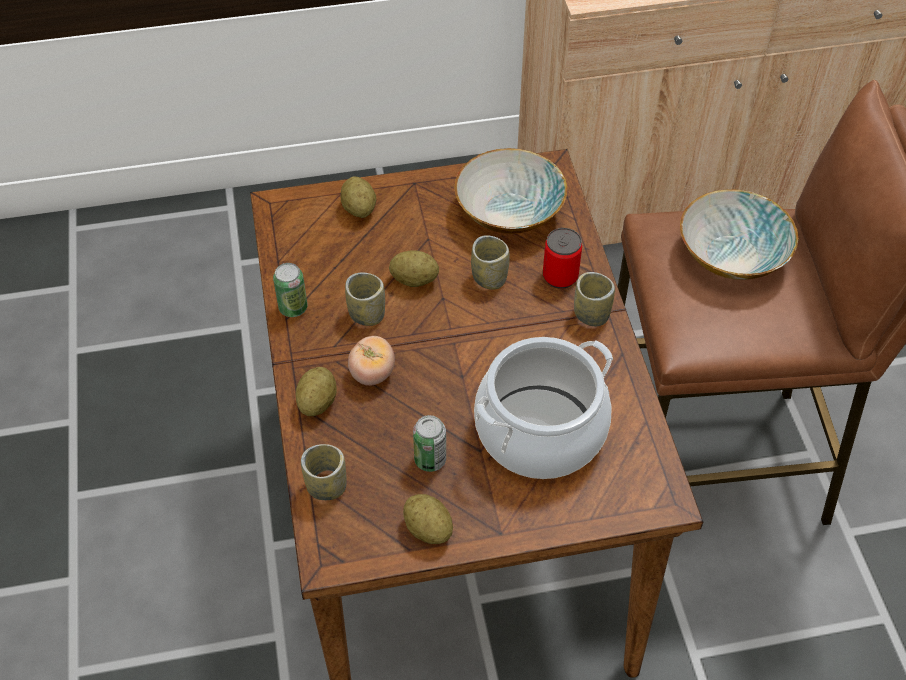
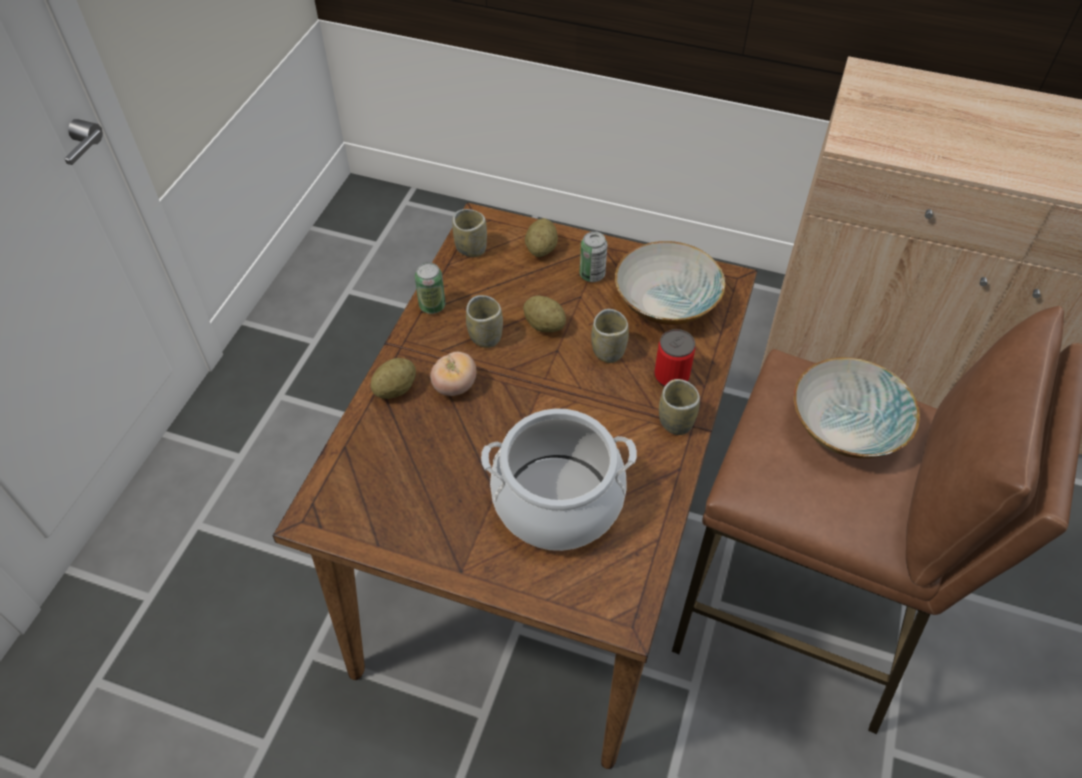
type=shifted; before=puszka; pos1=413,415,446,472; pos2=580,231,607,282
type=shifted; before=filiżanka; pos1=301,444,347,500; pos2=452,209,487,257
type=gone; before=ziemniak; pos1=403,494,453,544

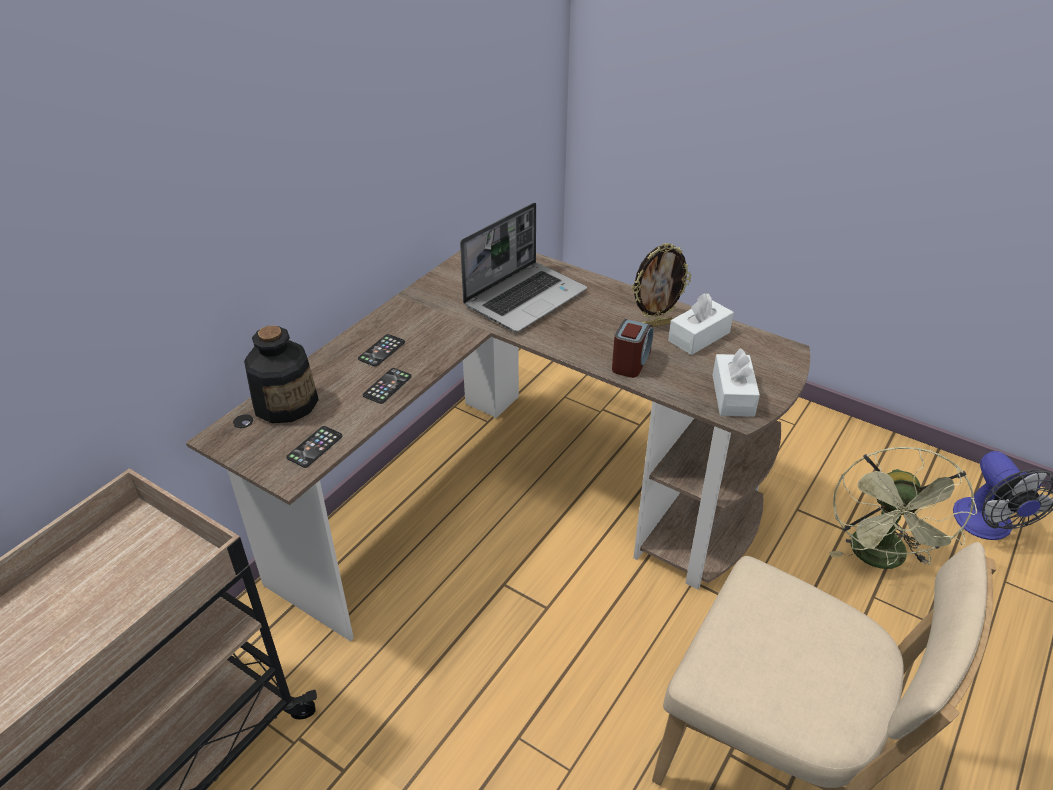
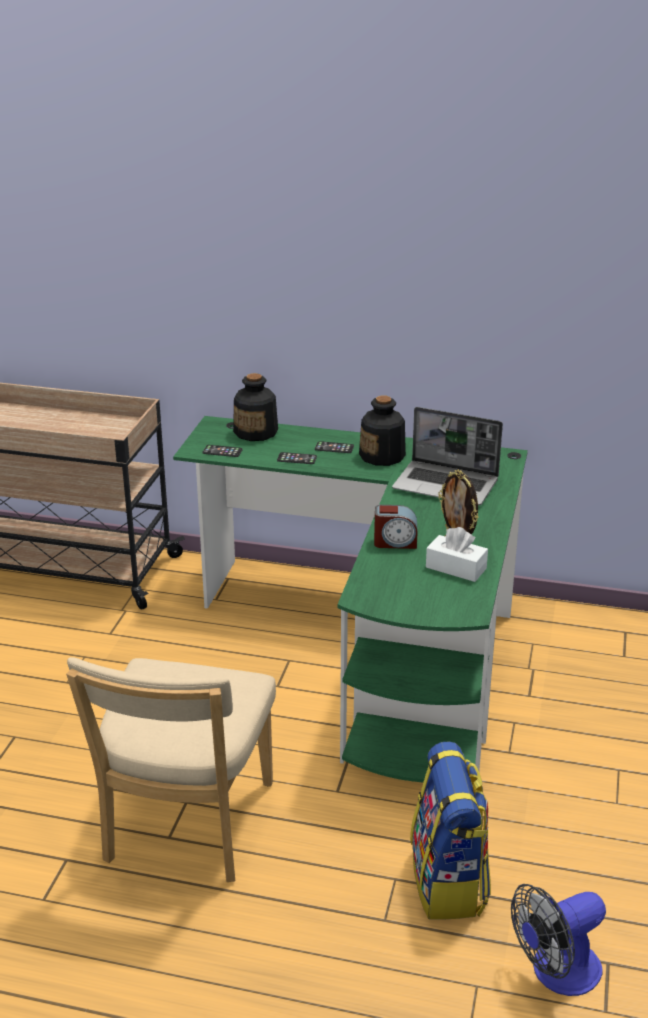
type=repainted; before=biurko [brązowy]; after=biurko [zielony]; pos1=186,251,810,642; pos2=173,416,528,782
type=gone; before=pudełko chusteczek [biały]; pos1=712,348,760,417
type=swapped; before=wentylator [zielony]; after=plecak; pos1=829,447,977,569; pos2=410,741,491,920
type=new; after=butelka; pos2=359,396,406,466

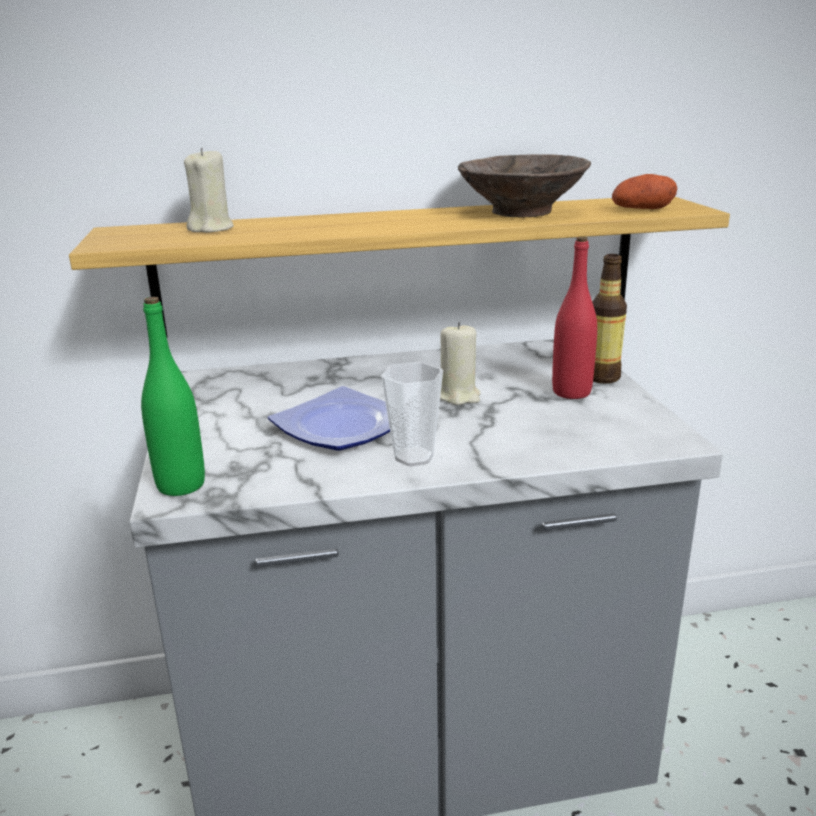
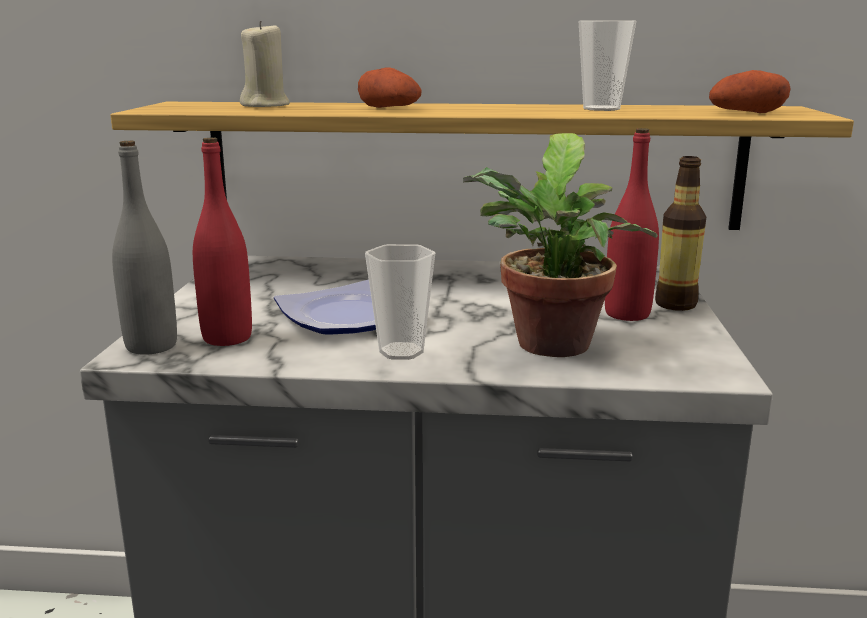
type=swapped; before=miska [brązowy]; after=filiżanka; pos1=458,154,591,218; pos2=579,20,636,111
type=repainted; before=butelka [zielony]; after=butelka [szary]; pos1=141,297,205,496; pos2=112,141,177,355
type=gone; before=świeca [beżowy]; pos1=440,322,481,405
type=new; after=ziemniak; pos2=358,67,422,108
type=new; after=roślina doniczkowa; pos2=463,133,658,357
type=new; after=butelka [czerwony]; pos2=193,137,252,346

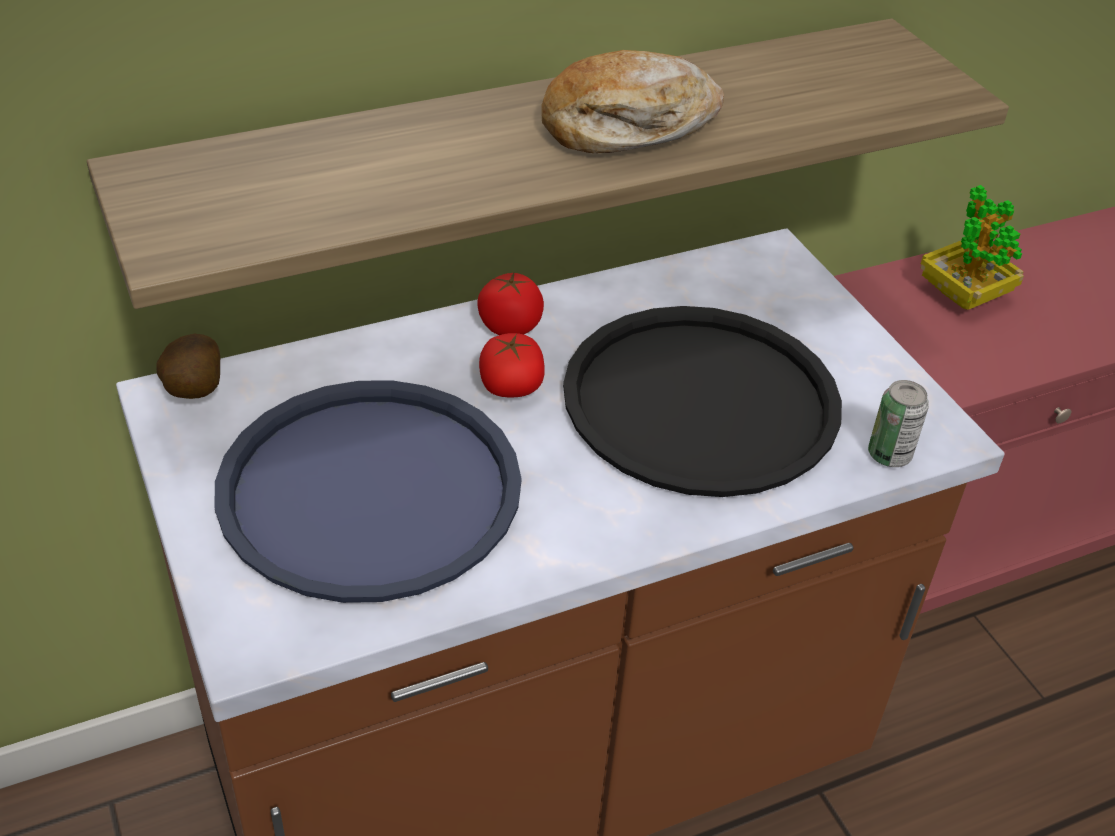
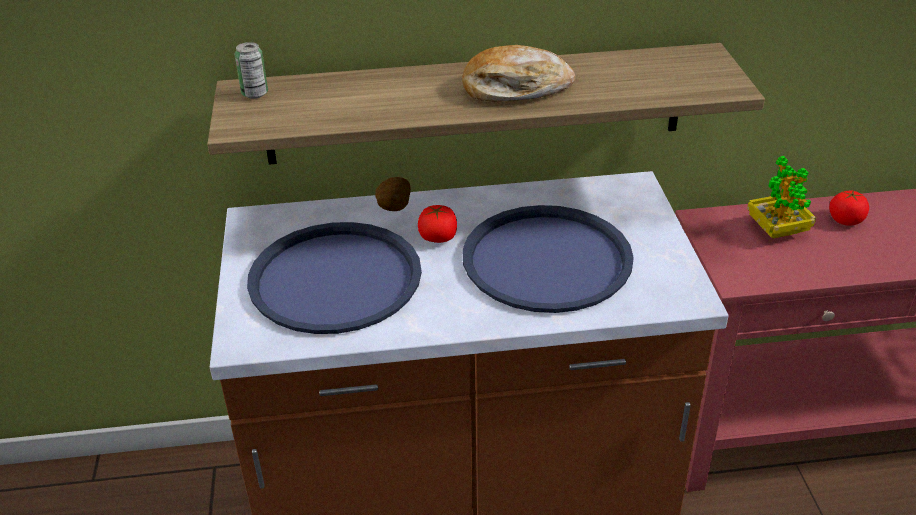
type=shifted; before=pomidor; pos1=477,273,544,335; pos2=829,190,869,226
type=repainted; before=taca [czarny]; after=taca [niebieski]; pos1=563,306,842,497; pos2=463,205,634,313
type=shifted; before=ziemniak; pos1=156,334,220,399; pos2=375,177,411,211
type=shifted; before=puszka; pos1=868,380,929,467; pos2=235,42,268,99

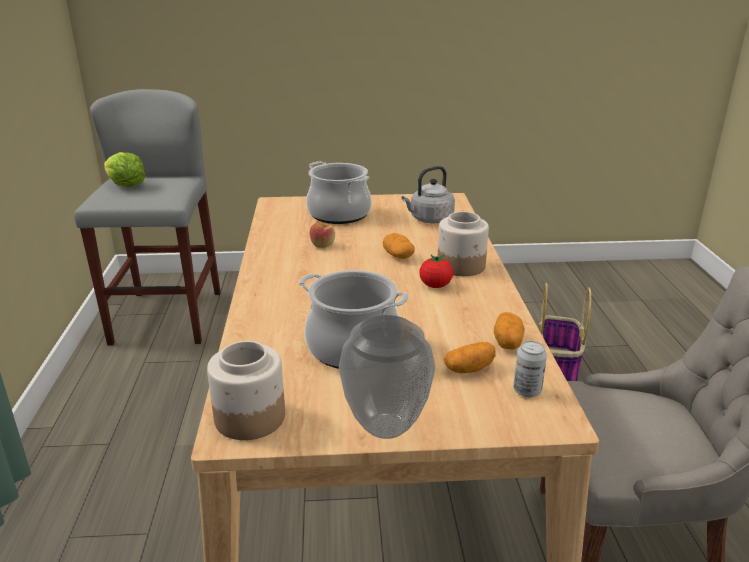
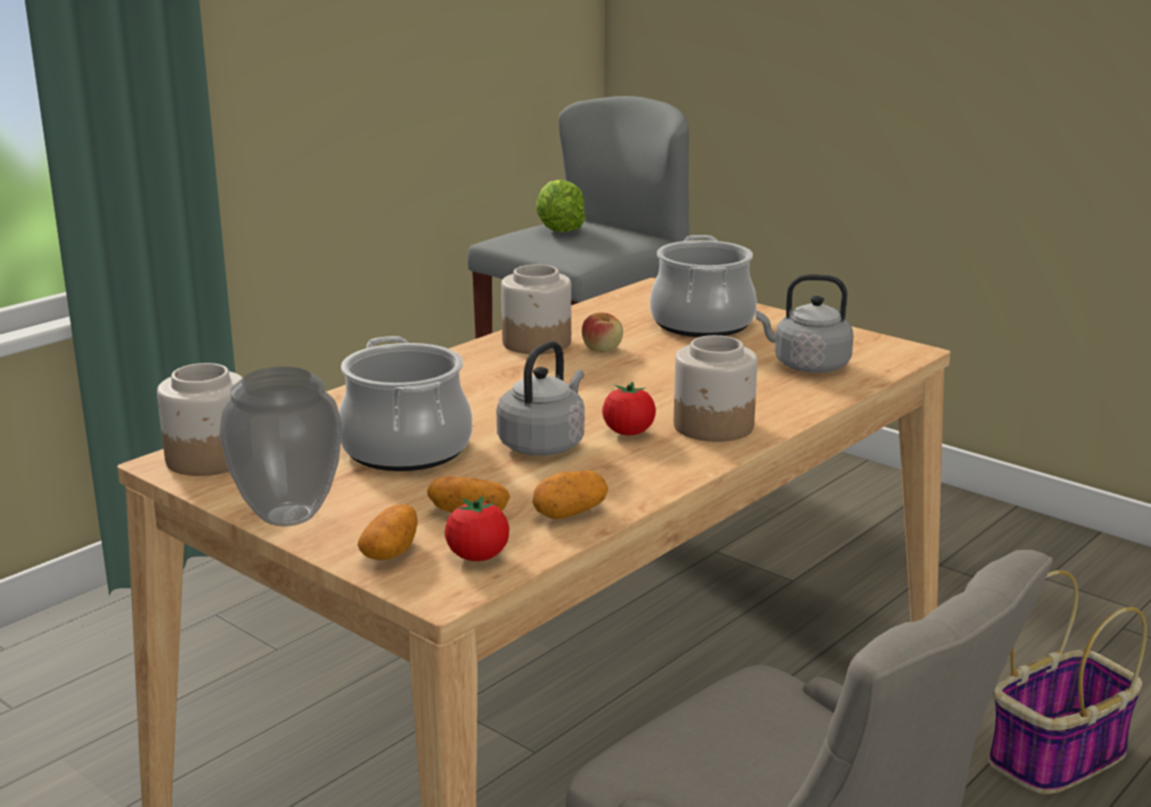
type=shifted; before=ziemniak; pos1=383,233,415,259; pos2=357,504,418,560
type=swapped; before=puszka; after=pomidor; pos1=513,341,547,397; pos2=445,496,509,561
type=new; after=słoik; pos2=501,264,571,354
type=new; after=czajnik [szary]; pos2=497,341,584,456

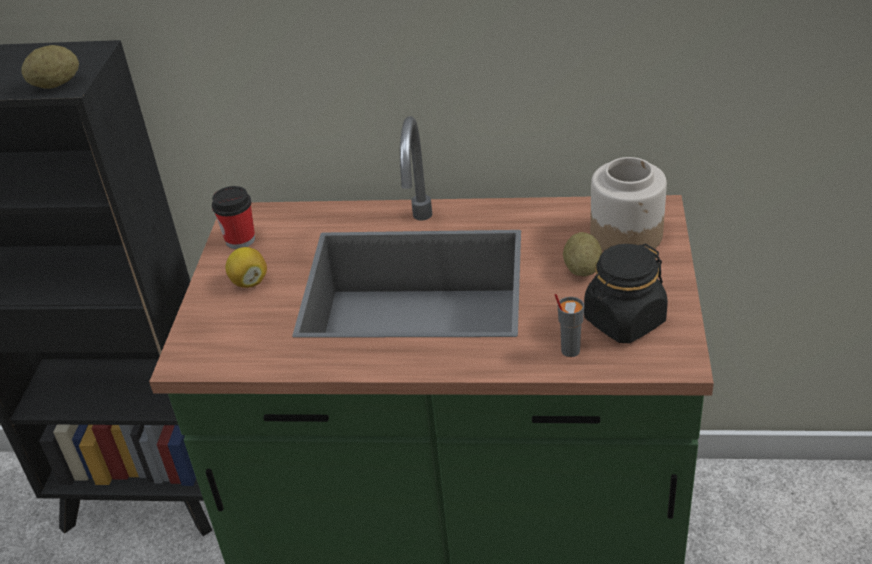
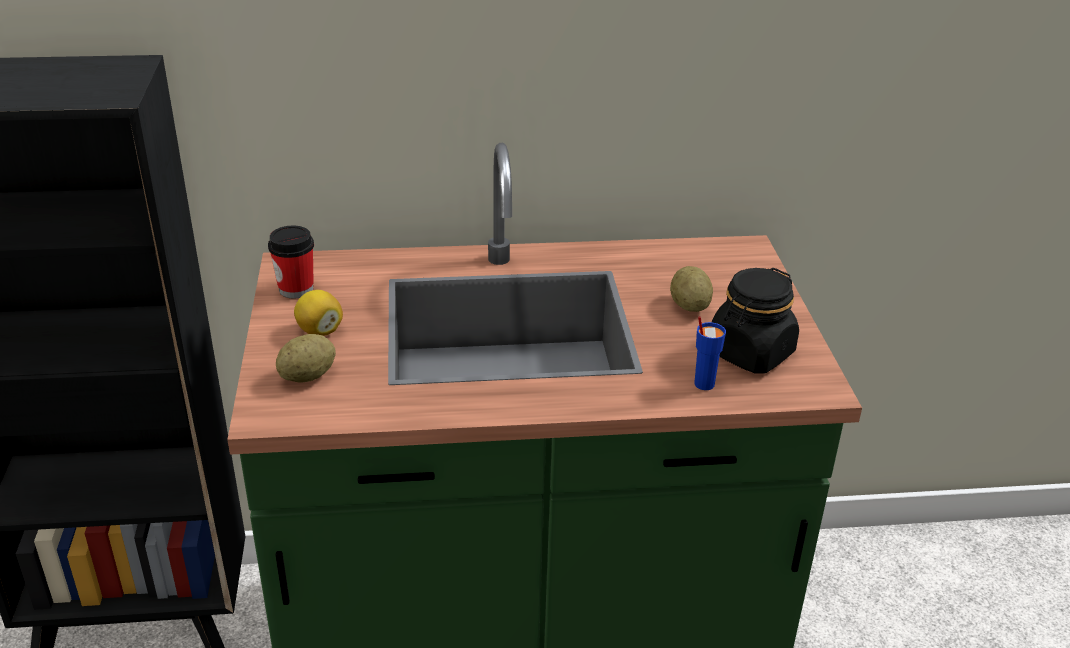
type=shifted; before=ziemniak; pos1=21,45,79,89; pos2=276,334,336,383
type=gone; before=słoik; pos1=590,157,667,251
type=repainted; before=filiżanka [szary]; after=filiżanka [niebieski]; pos1=554,294,584,357; pos2=694,316,726,390

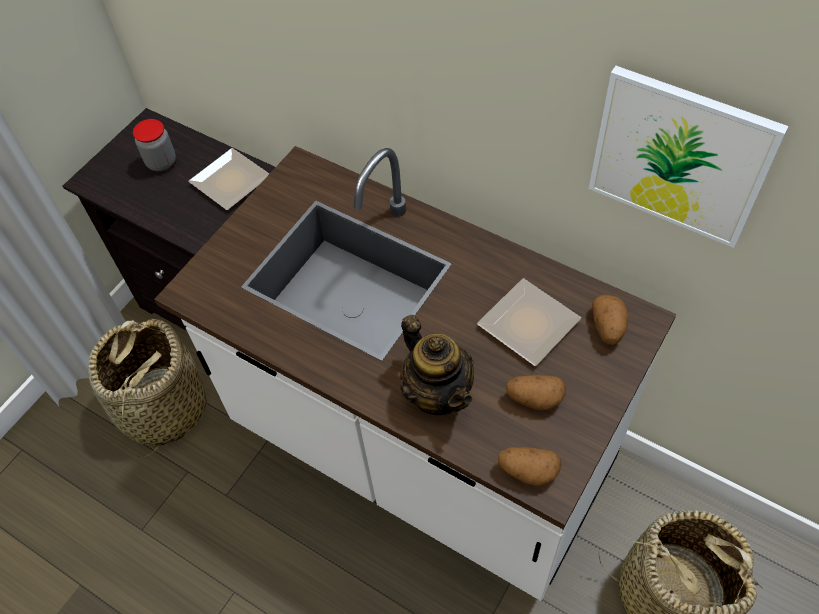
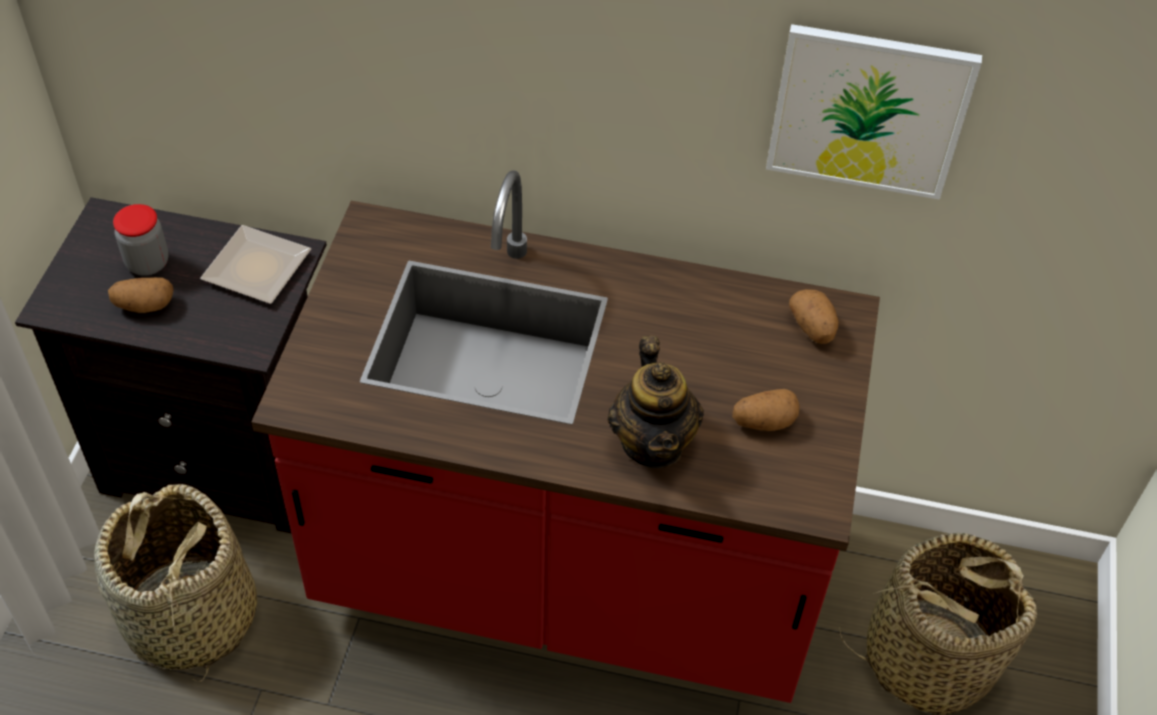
type=repainted; before=zabudowa kuchenna [biały]; after=zabudowa kuchenna [czerwony]; pos1=154,146,676,601; pos2=251,170,880,703
type=gone; before=talerz; pos1=477,278,581,366
type=rotated; before=imbryk; pos1=400,315,474,415; pos2=607,335,704,468; turn=45
type=shifted; before=ziemniak; pos1=498,447,561,486; pos2=108,277,173,313

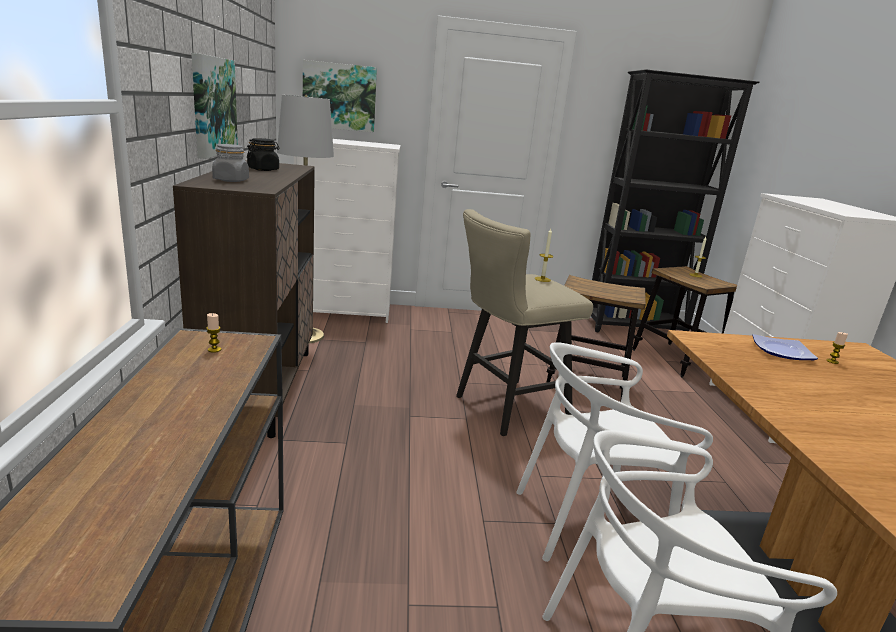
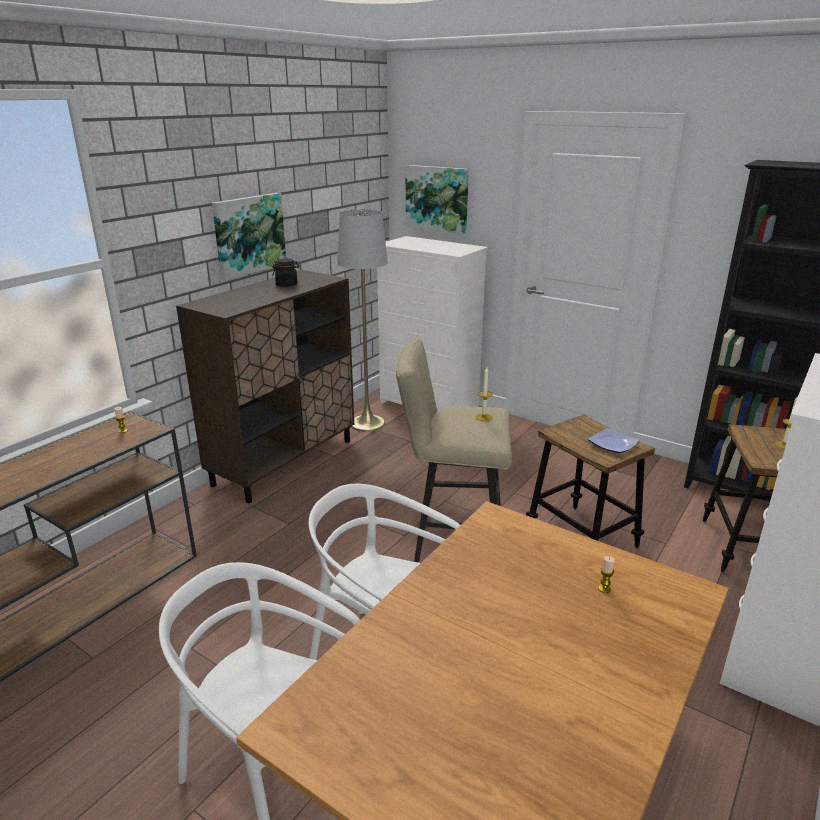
type=gone; before=słoik [szary]; pos1=212,144,249,182
type=shifted; before=talerz; pos1=752,334,818,360; pos2=588,428,640,453

